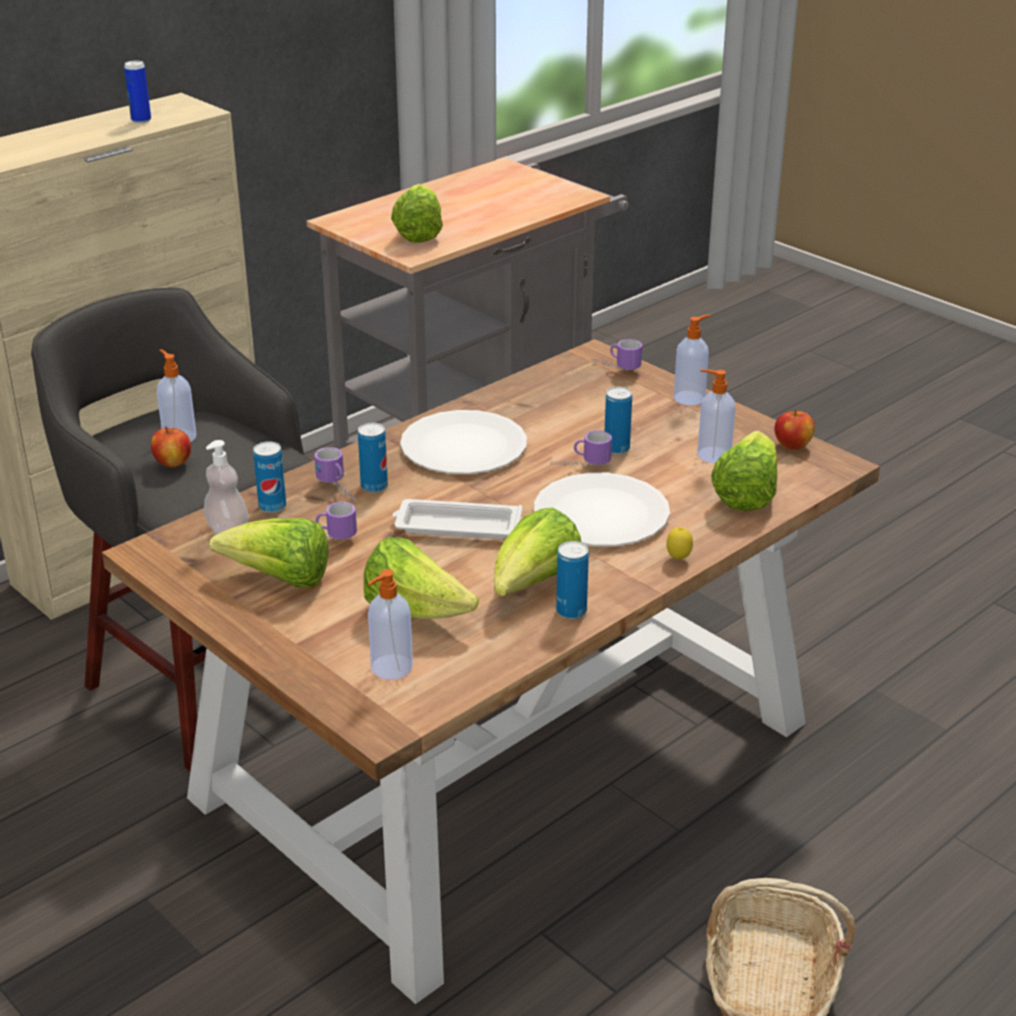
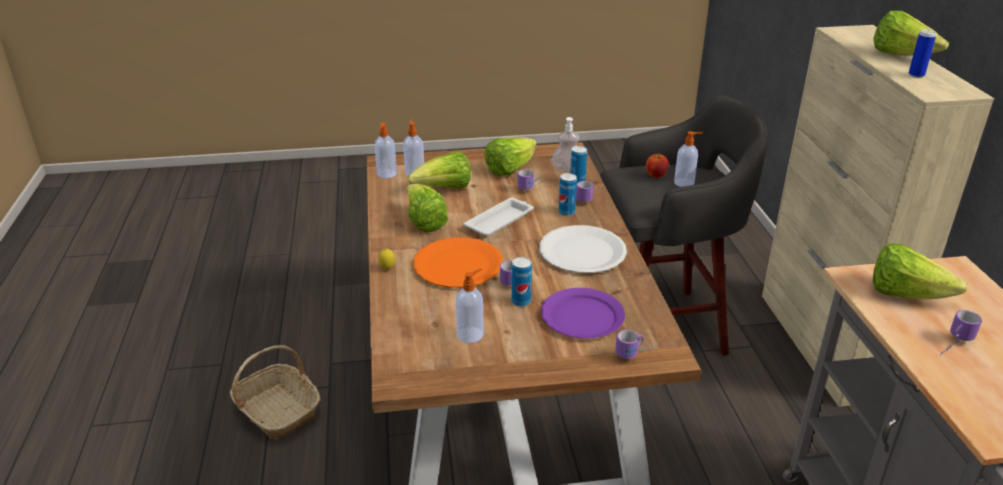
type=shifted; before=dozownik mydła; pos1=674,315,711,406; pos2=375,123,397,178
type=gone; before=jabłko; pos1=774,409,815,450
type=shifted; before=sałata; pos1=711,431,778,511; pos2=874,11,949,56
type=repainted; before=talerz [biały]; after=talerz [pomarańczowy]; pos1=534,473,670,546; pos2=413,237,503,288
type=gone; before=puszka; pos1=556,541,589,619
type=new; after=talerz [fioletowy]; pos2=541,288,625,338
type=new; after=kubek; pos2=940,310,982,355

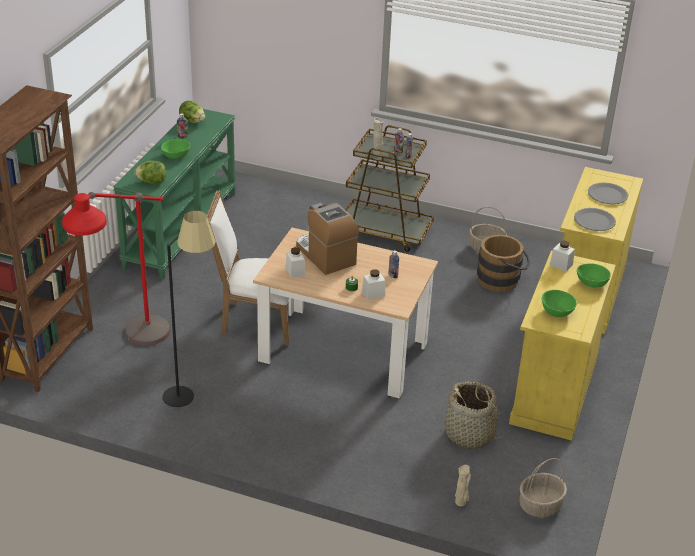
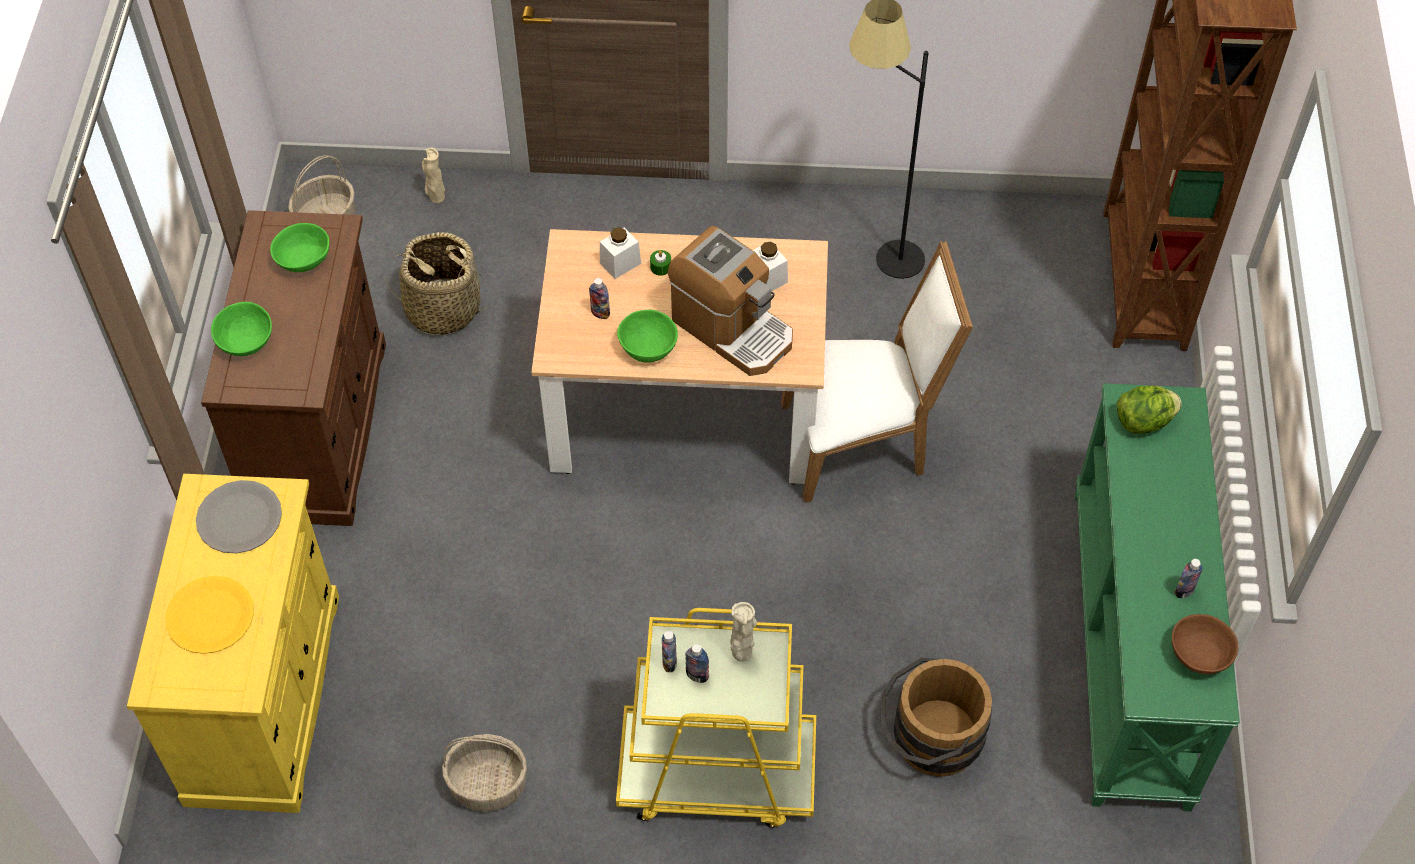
type=swapped; before=sałata; after=miska [brązowy]; pos1=179,100,205,123; pos2=1172,614,1238,674
type=repainted; before=wózek [brązowy]; after=wózek [żółty]; pos1=345,125,434,252; pos2=616,608,816,828
type=shifted; before=miska [zielony]; pos1=161,139,190,159; pos2=617,310,678,363
type=repainted; before=talerz [szary]; after=talerz [żółty]; pos1=588,183,628,204; pos2=165,576,254,654
type=gone; before=lampa stojąca [czerwony]; pos1=62,192,171,346
type=shifted; before=wiadro [brązowy]; pos1=477,234,530,292; pos2=881,657,992,777
type=gone; before=słoik [biały]; pos1=550,240,575,272
type=repainted; before=szafka [żółty]; after=szafka [brązowy]; pos1=509,251,616,441; pos2=201,210,386,526

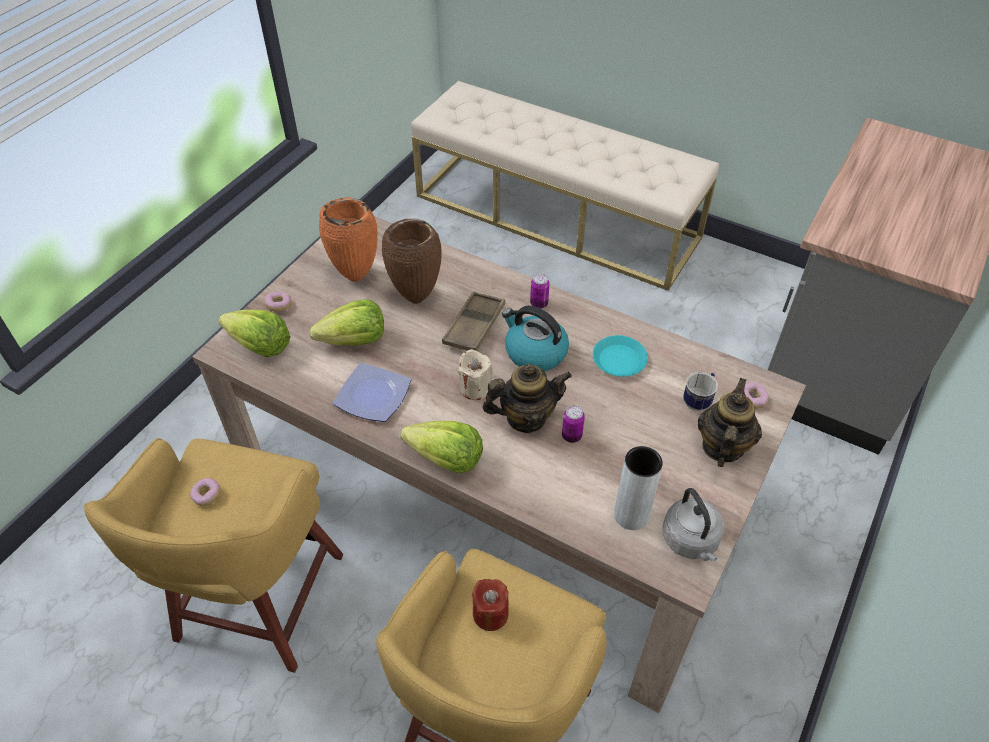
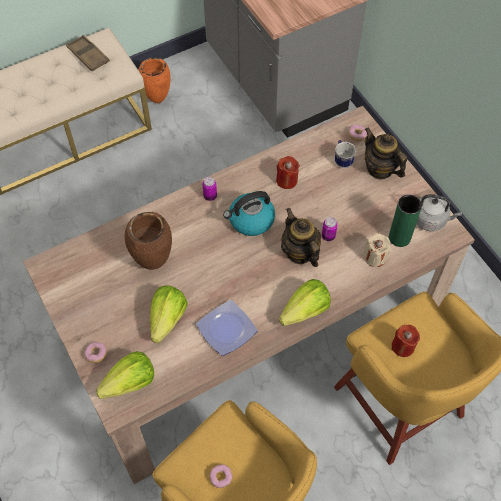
type=shifted; before=wazon [pomarańczowy]; pos1=319,197,378,282; pos2=138,58,171,103
type=shifted; before=taca [brązowy]; pos1=442,291,505,351; pos2=66,35,110,71
type=swapped; before=talerz [turkusowy]; after=świeca [czerwony]; pos1=593,335,648,377; pos2=276,156,300,189
type=shifted; before=świeca [beżowy]; pos1=458,349,493,400; pos2=363,233,391,267
type=rotated; before=imbryk; pos1=483,364,572,433; pos2=281,208,321,267; turn=-45
type=repainted; before=wazon [szary]; after=wazon [zielony]; pos1=614,446,663,530; pos2=389,195,422,247

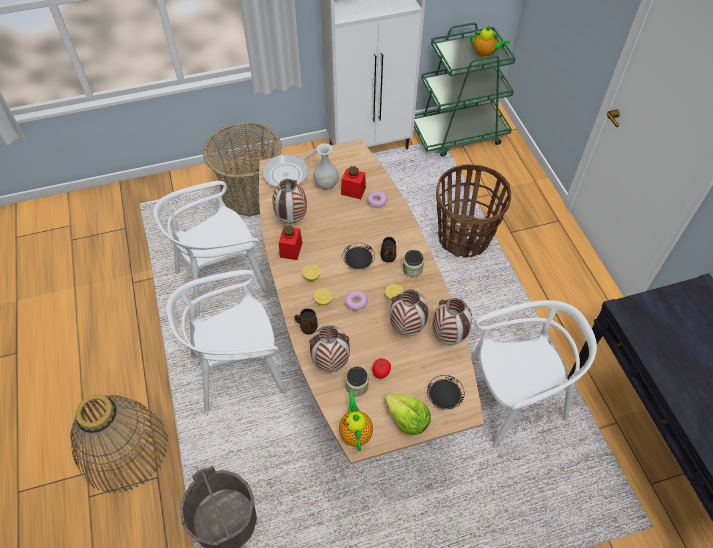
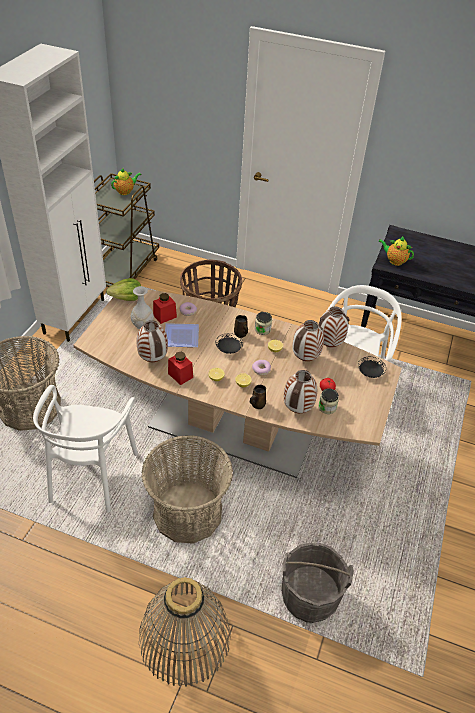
type=repainted; before=wózek [zielony]; after=wózek [brązowy]; pos1=414,22,515,157; pos2=94,173,159,287
type=gone; before=patelnia; pos1=262,150,317,187
type=swapped; before=krzesło [biały]; after=koszyk; pos1=167,270,287,411; pos2=141,435,233,544
type=shifted; before=imbryk; pos1=339,391,373,451; pos2=378,236,414,266
type=shifted; before=sałata; pos1=384,393,431,435; pos2=106,278,141,301
type=new; after=talerz; pos2=165,323,199,347

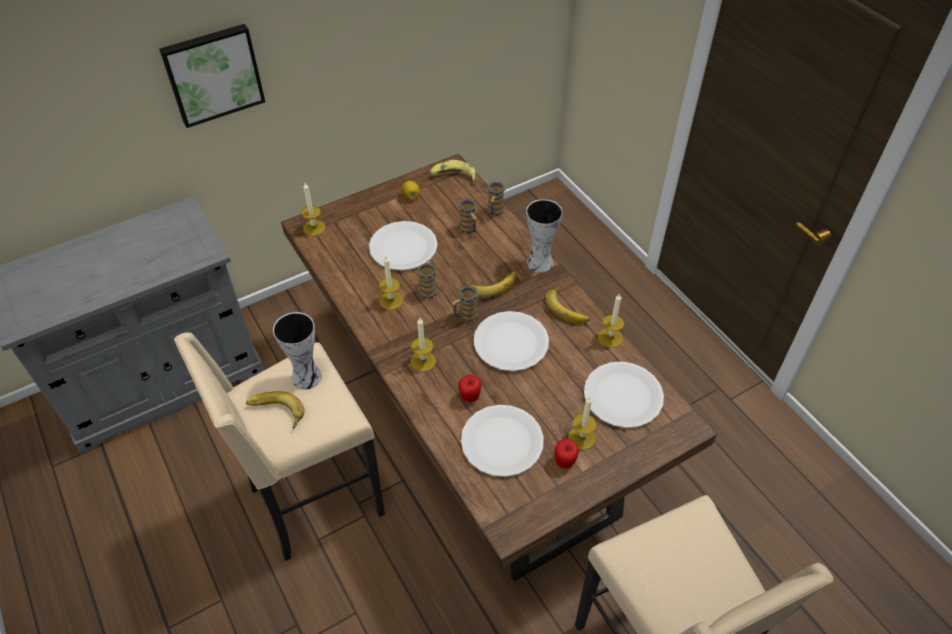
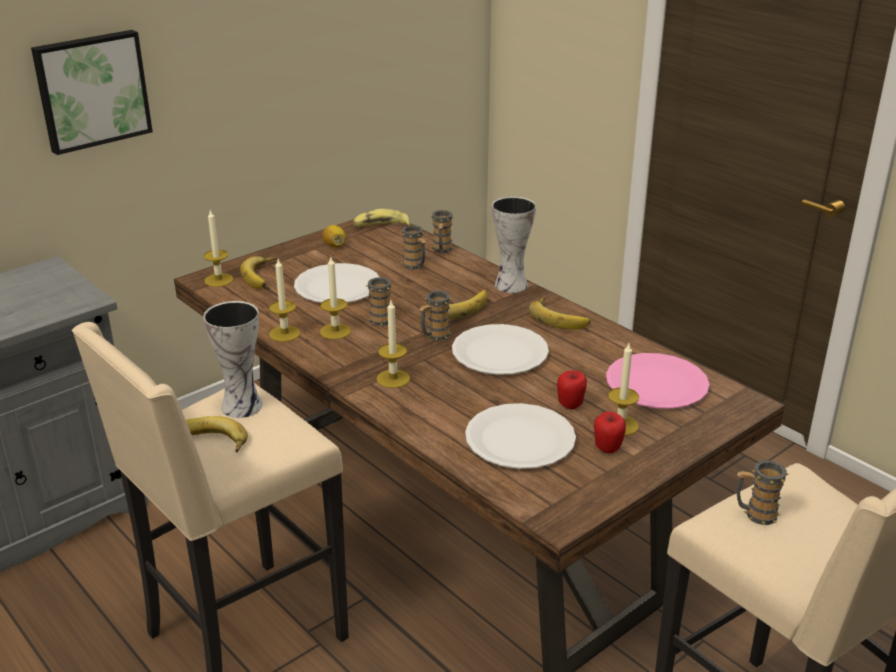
type=shifted; before=świeca; pos1=598,293,624,348; pos2=269,259,301,342
type=repainted; before=talerz [biały]; after=talerz [różowy]; pos1=584,361,664,428; pos2=606,353,710,409
type=shifted; before=jabłko; pos1=459,375,481,402; pos2=557,371,587,409
type=new; after=banan; pos2=240,256,278,289
type=new; after=kubek; pos2=737,460,789,525

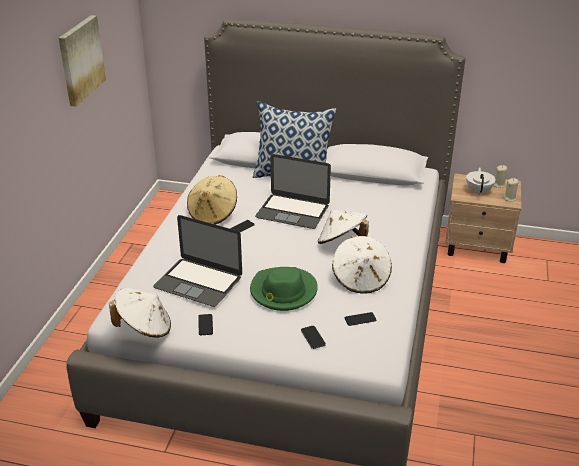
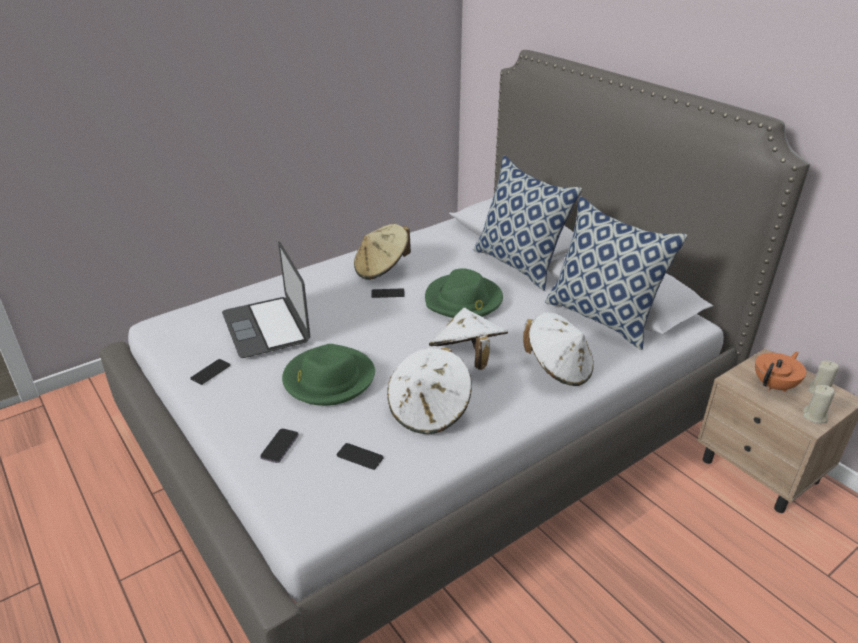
type=gone; before=obraz; pos1=59,15,106,107
type=swapped; before=laptop; after=kapelusz [zielony]; pos1=255,154,331,229; pos2=425,268,503,318
type=repainted; before=imbryk [biały]; after=imbryk [pomarańczowy]; pos1=466,167,496,195; pos2=755,352,806,392
type=shifted; before=kapelusz [biały]; pos1=109,288,171,338; pos2=523,312,594,386
type=new; after=poduszka; pos2=545,196,688,350

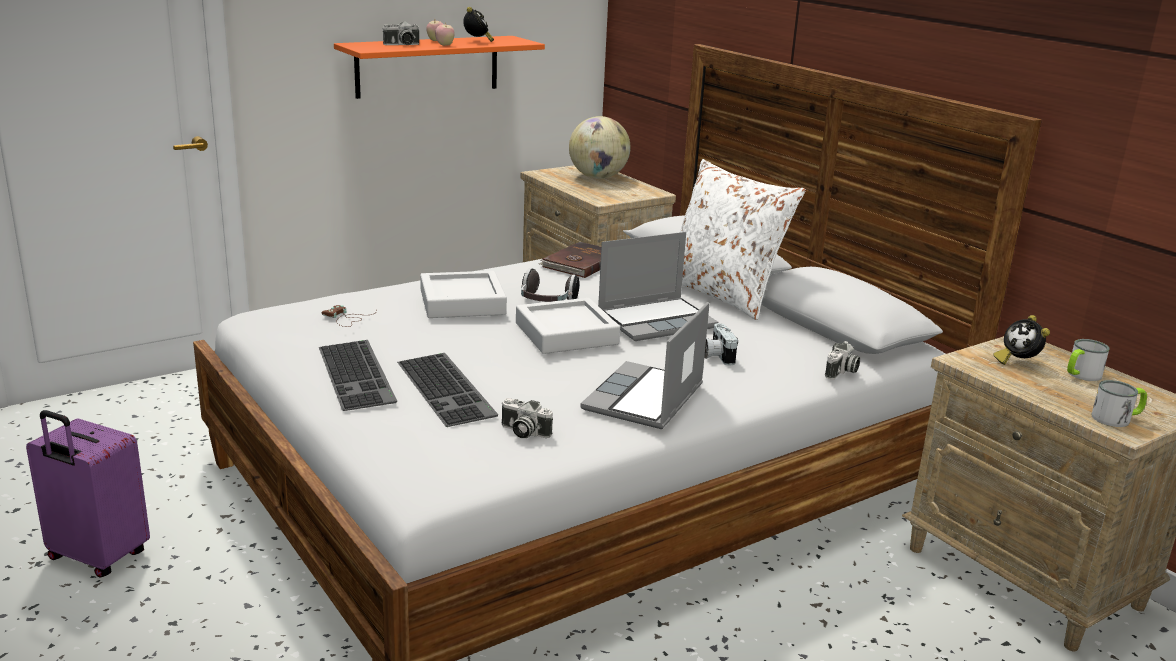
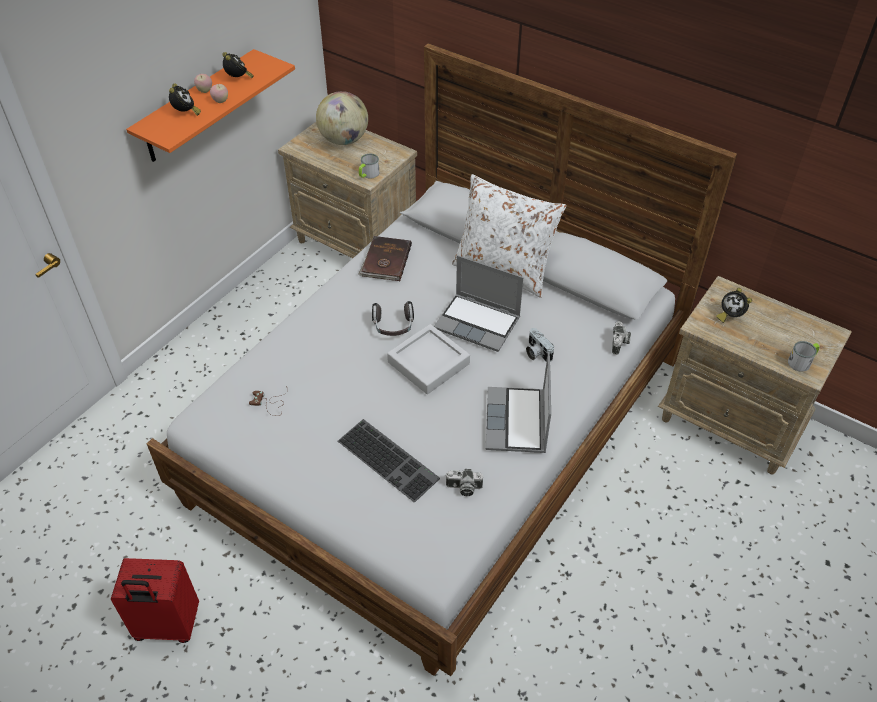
type=swapped; before=aparat fotograficzny; after=budzik; pos1=382,21,419,45; pos2=169,84,201,116
type=rotated; before=laptop; pos1=598,232,718,341; pos2=434,255,523,352; turn=75
type=gone; before=taca [szary]; pos1=420,271,507,318
type=shifted; before=kubek; pos1=1067,339,1110,381; pos2=359,153,379,179
type=gone; before=klawiatura; pos1=319,340,397,411
type=repainted; before=walizka [fioletowy]; after=walizka [czerwony]; pos1=26,410,150,578; pos2=111,558,199,643

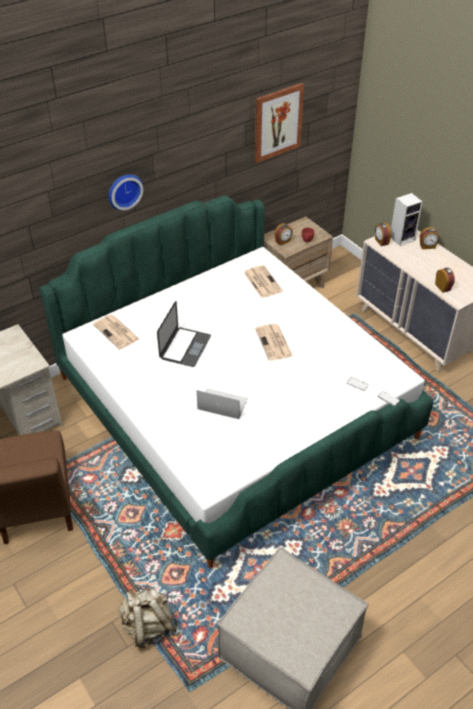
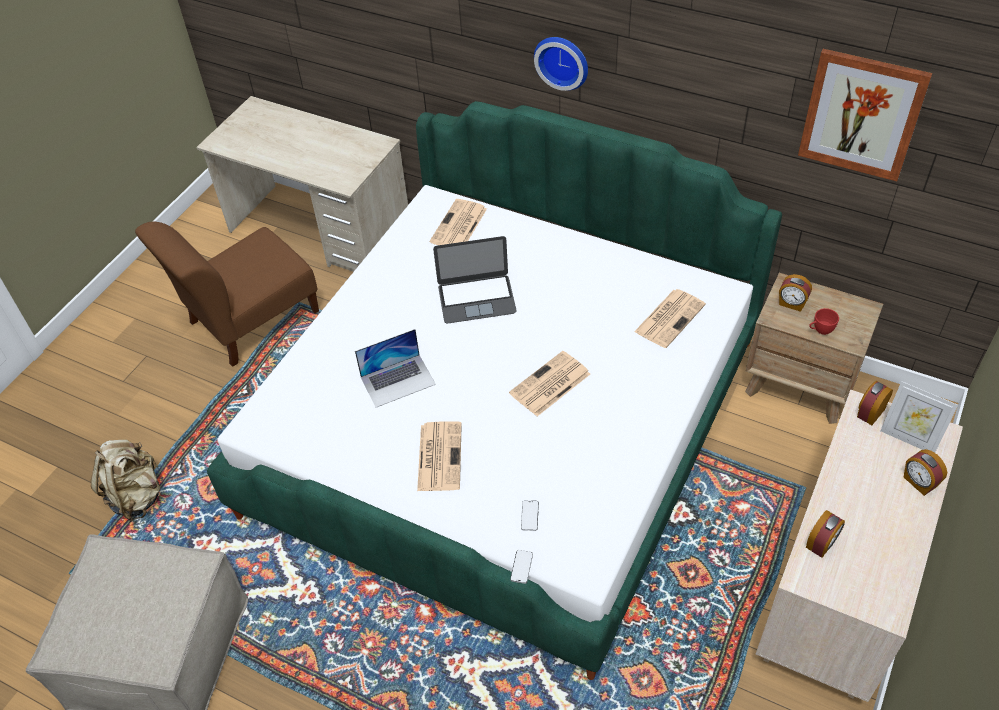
type=swapped; before=głośnik; after=ramka na zdjęcie; pos1=391,193,423,246; pos2=880,381,958,453
type=rotated; before=laptop; pos1=197,388,248,419; pos2=355,329,436,407; turn=75
type=new; after=gazeta; pos2=417,421,462,491

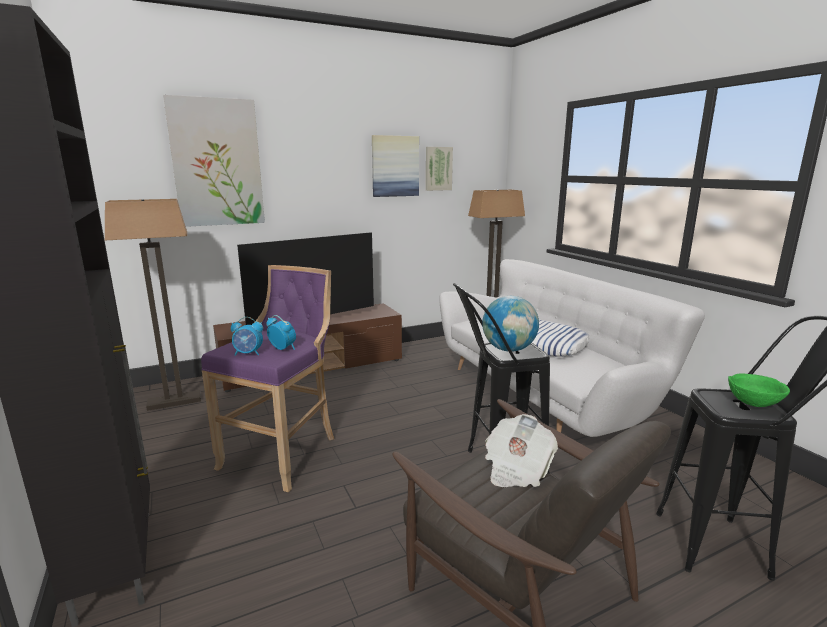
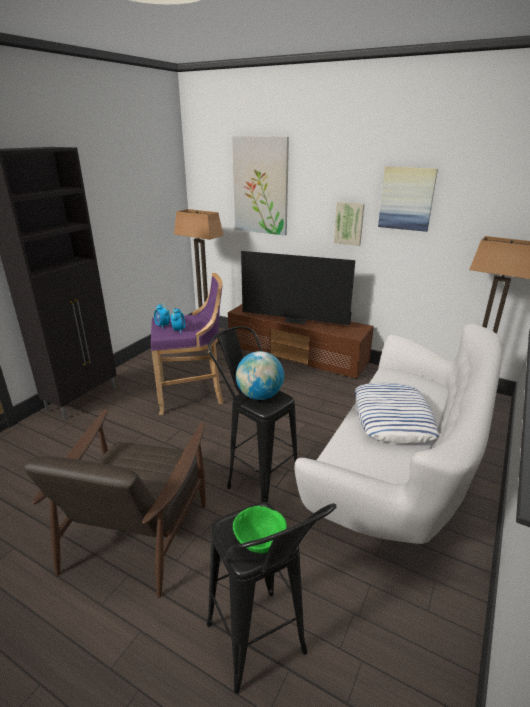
type=shifted; before=obraz; pos1=426,147,453,191; pos2=334,202,365,246
type=gone; before=gazeta; pos1=485,414,558,487

